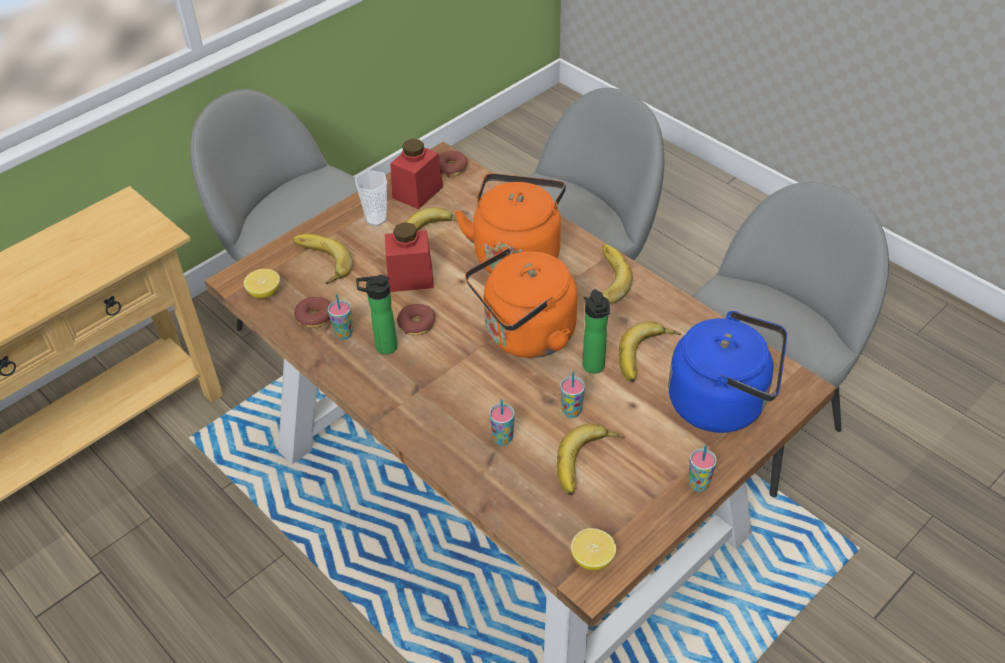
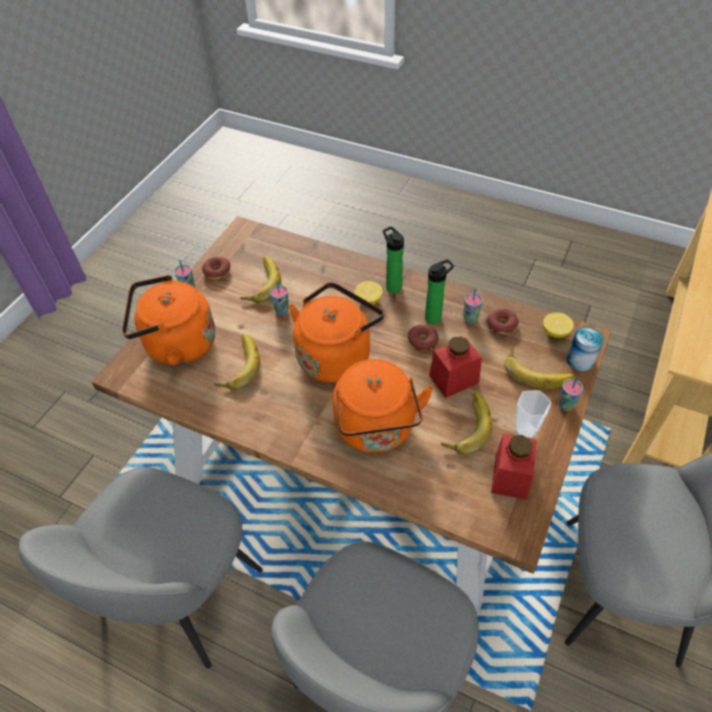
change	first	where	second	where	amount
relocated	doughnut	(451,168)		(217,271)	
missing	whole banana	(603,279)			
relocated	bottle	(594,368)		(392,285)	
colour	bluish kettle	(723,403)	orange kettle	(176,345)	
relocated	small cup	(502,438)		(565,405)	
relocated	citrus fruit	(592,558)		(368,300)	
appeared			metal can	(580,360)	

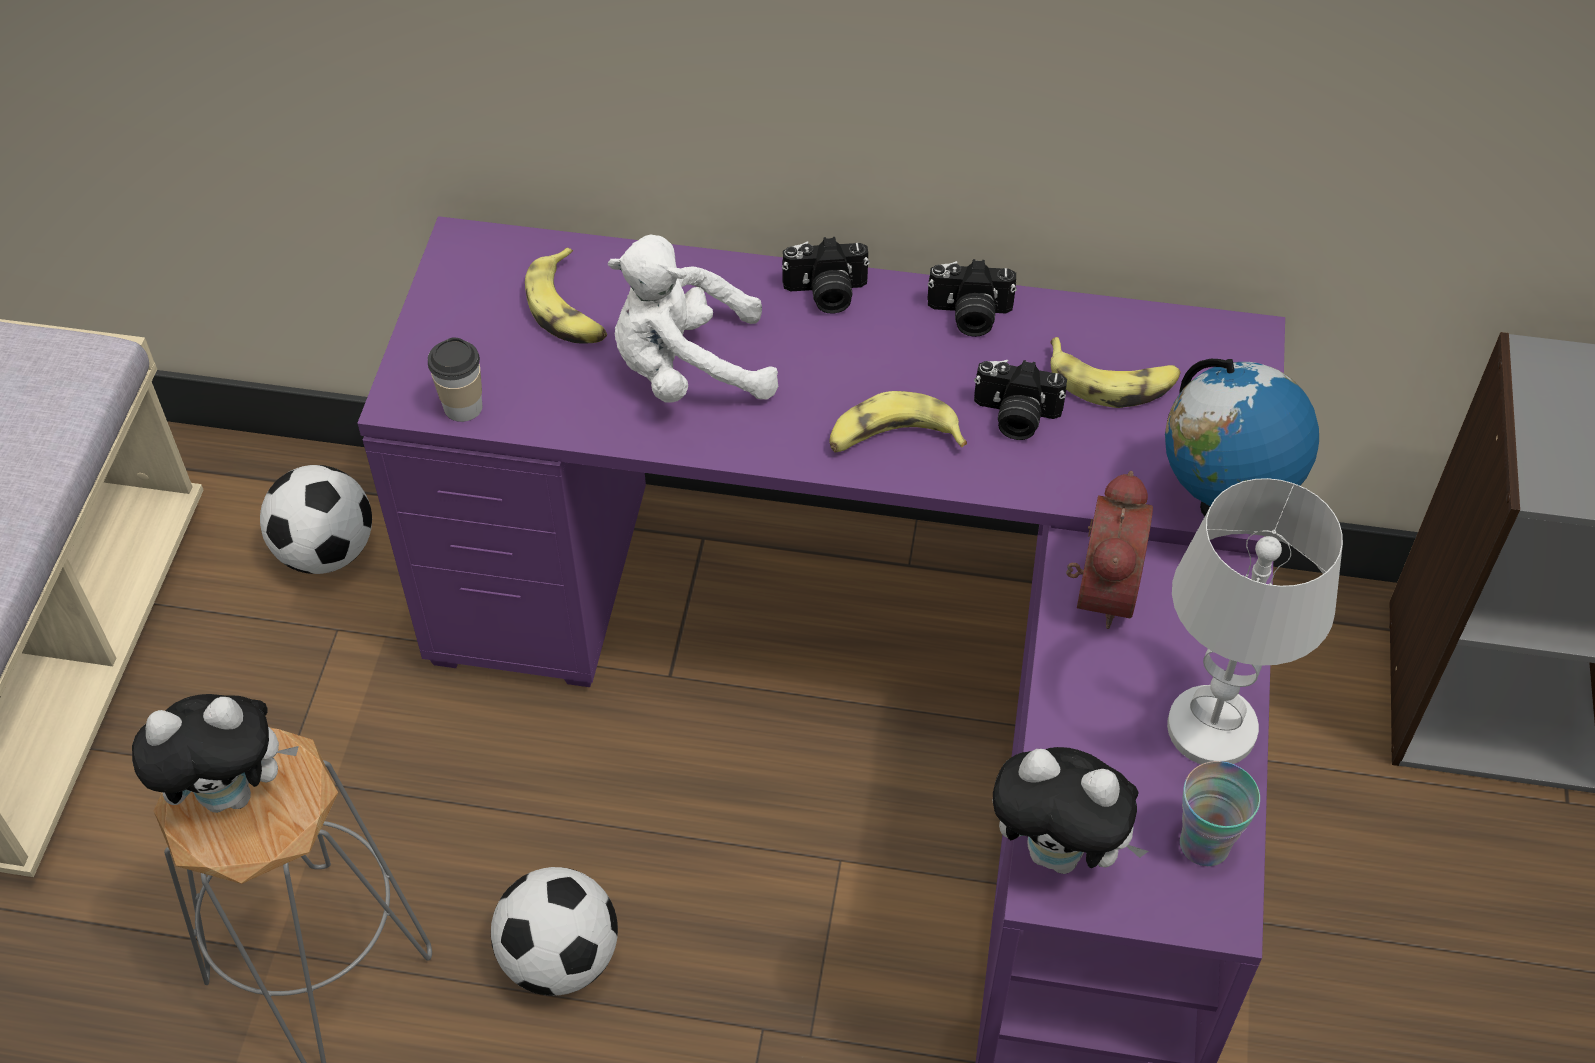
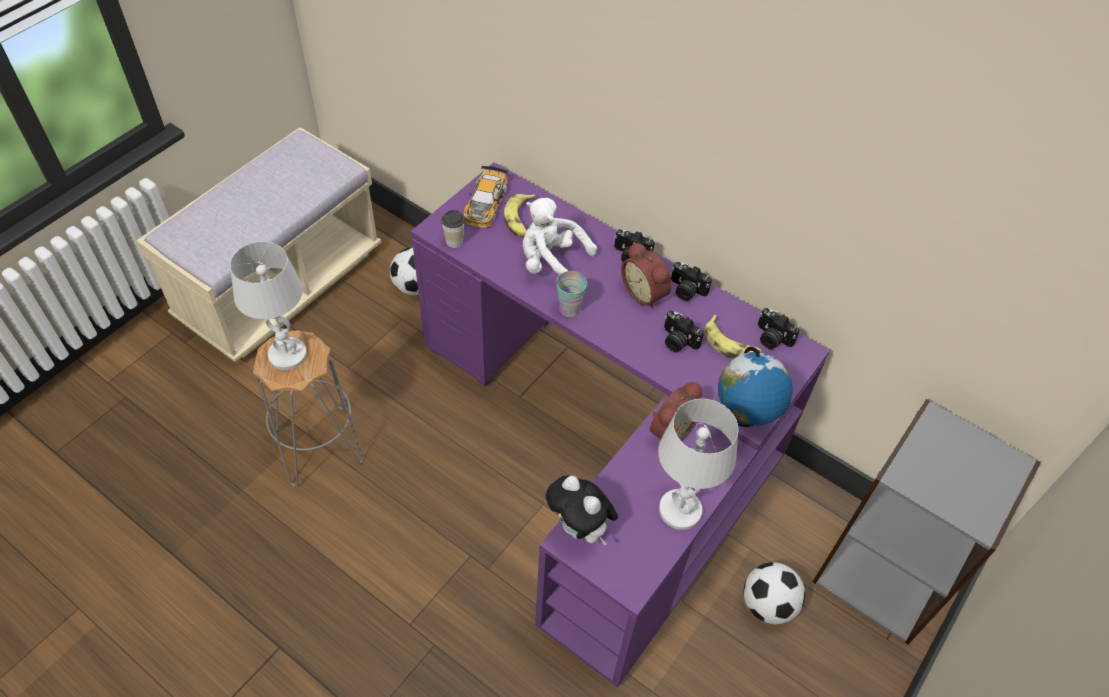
change	first	where	second	where	amount
missing	whole banana	(892,439)			
exchanged	cuddly toy	(232,792)	white-coloured table lamp	(288,354)	
relocated	small cup	(1204,844)		(569,309)	
relocated	football	(559,957)		(767,604)	
appeared			miniature car	(485,203)	
appeared			alarm clock	(645,293)	
appeared			still camera	(771,338)	

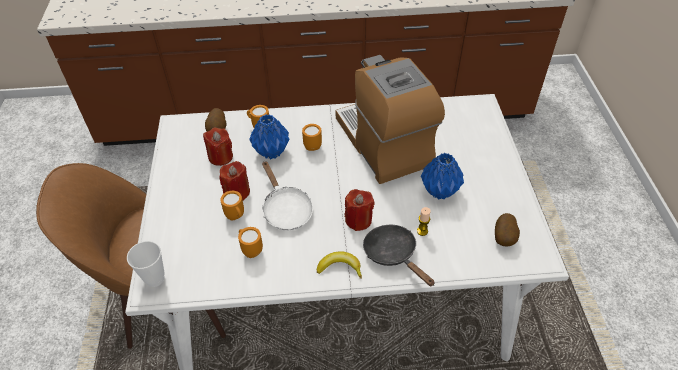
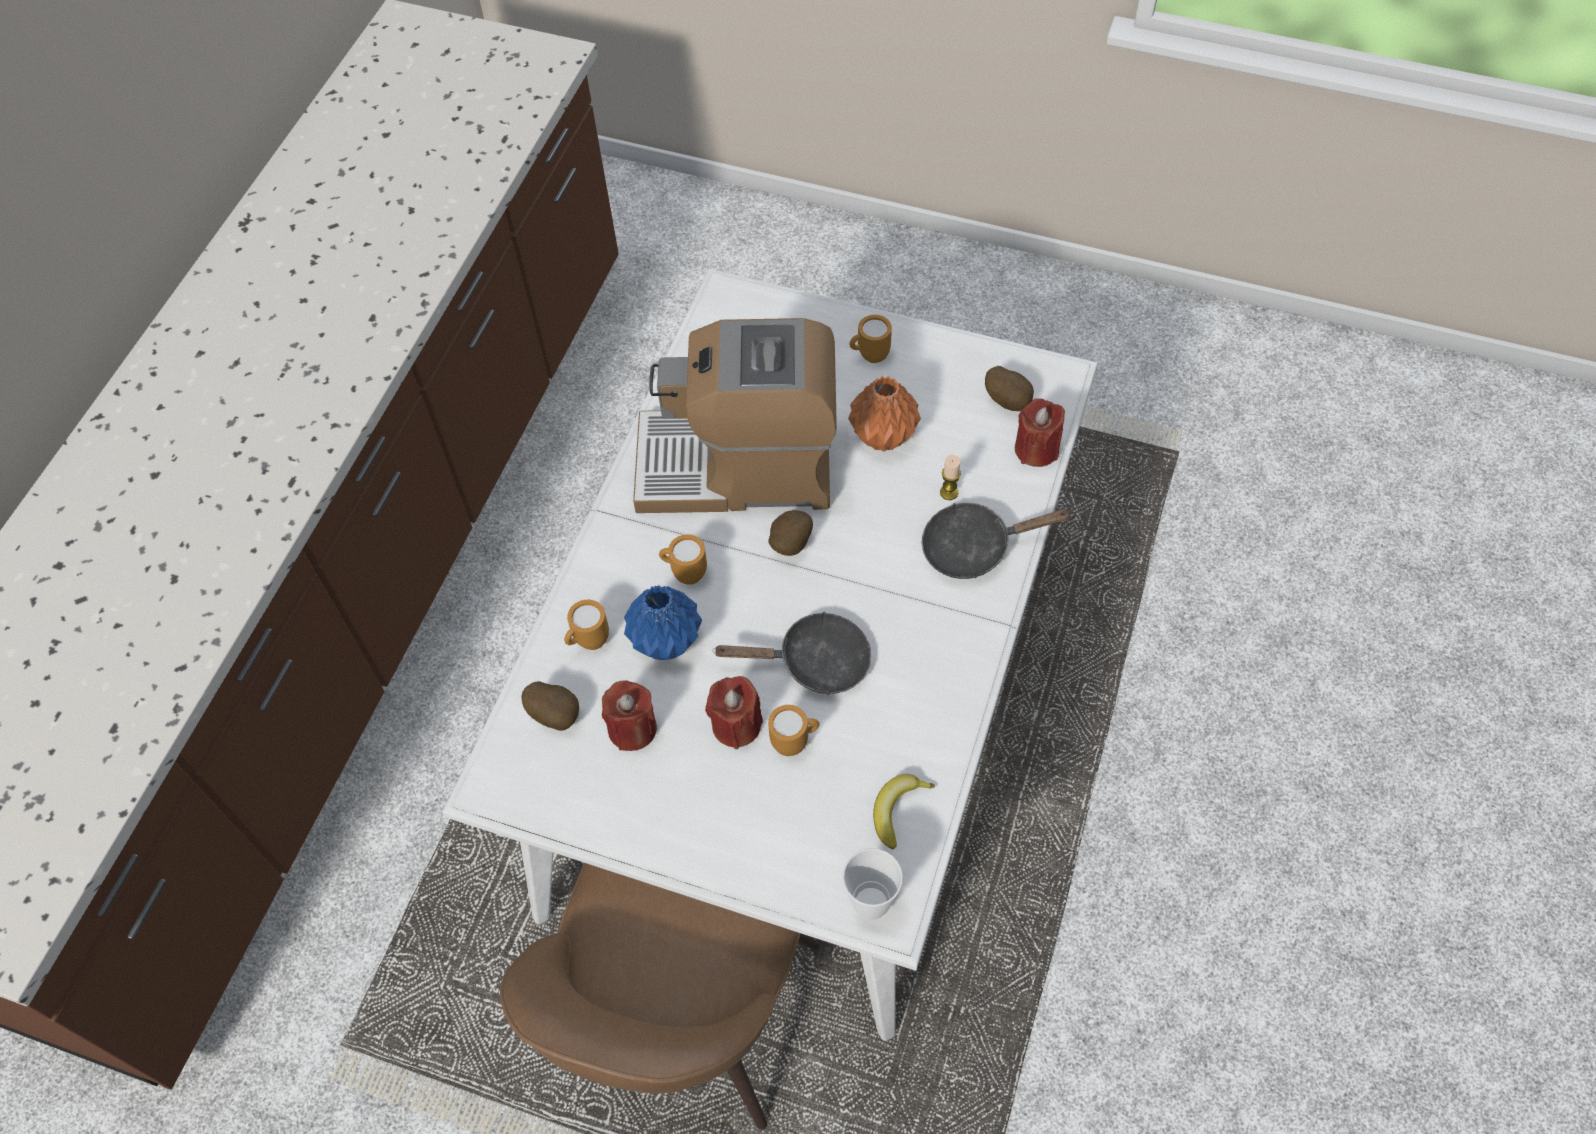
change	first	where	second	where	amount
colour	bluish decorative vase	(440,191)	orange decorative vase	(884,436)	
colour	white-coloured pan	(285,209)	black-coloured pan	(814,662)	
relocated	red-coloured wax candle	(358,220)		(1036,449)	
relocated	orange tea mug	(250,250)		(869,356)	
relocated	whole banana	(340,267)		(897,810)	
appeared			spud	(789,544)	

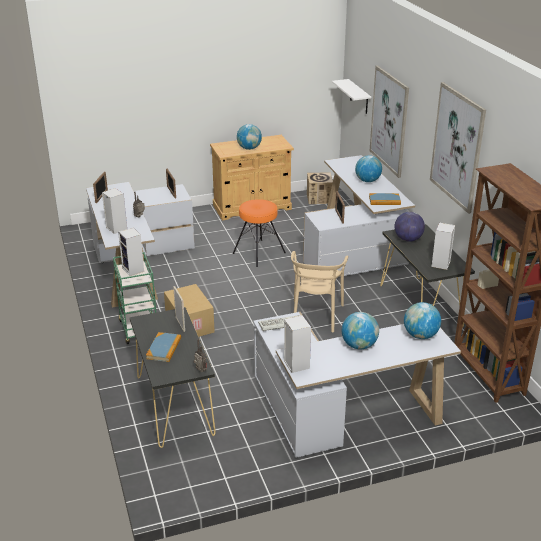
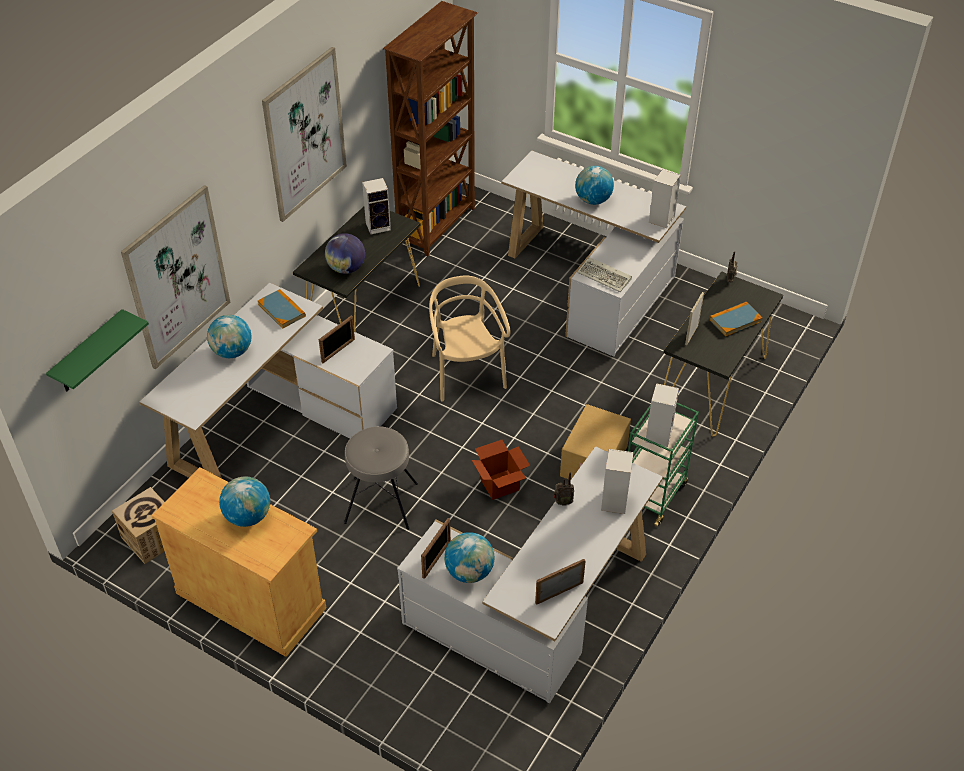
change	first	where	second	where	amount
colour	white-coloured bracket shelf	(359,97)	greenish bracket shelf	(89,353)	
colour	orange stool	(258,253)	gray stool	(381,503)	
spun	beige upright chair	(316,315)		(466,373)	75 degrees counterclockwise
relocated	world globe	(420,335)		(469,572)	
appeared			cardboard box	(500,485)	

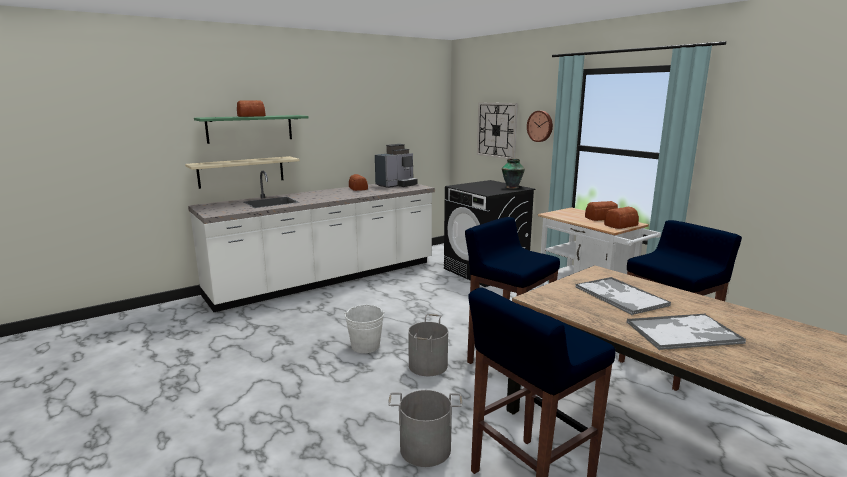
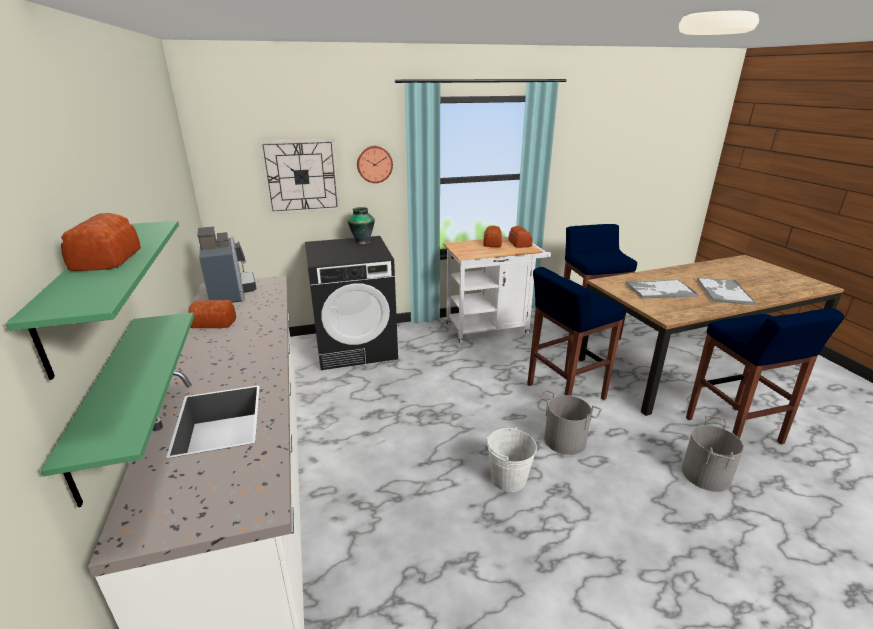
change	first	where	second	where	amount
colour	beige bracket shelf	(241,172)	greenish bracket shelf	(107,402)	

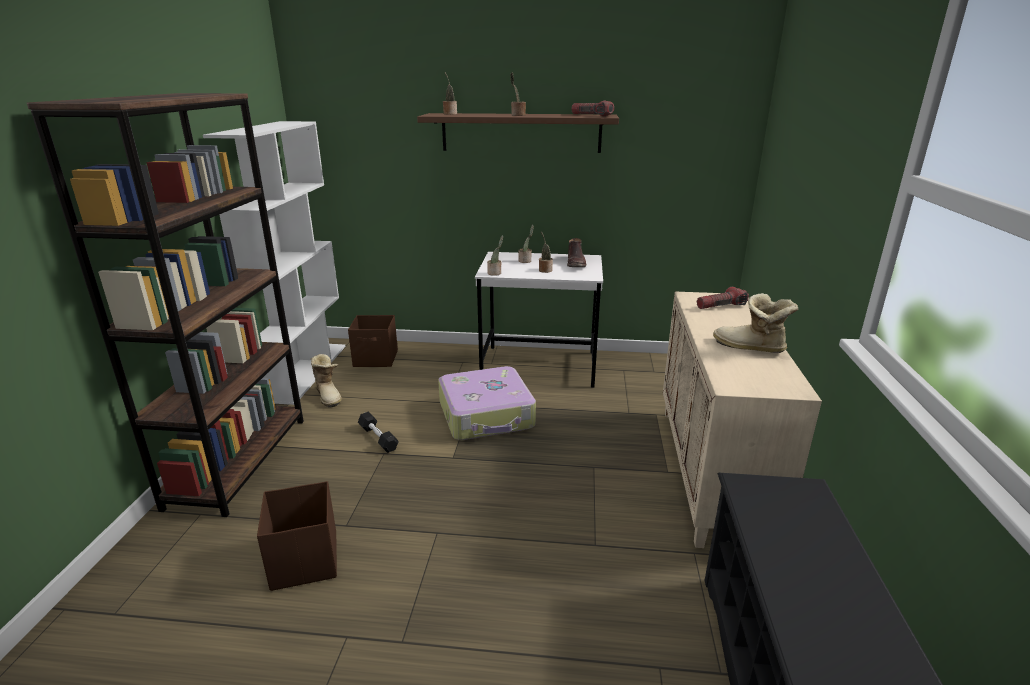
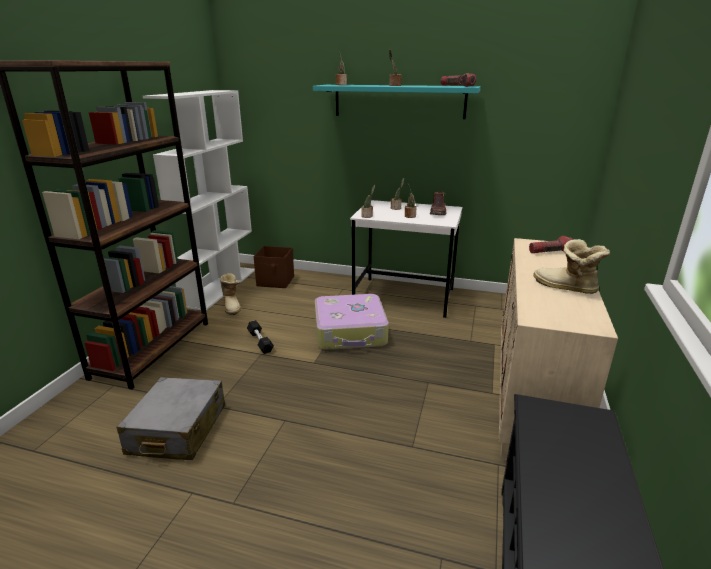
change	first	where	second	where	amount
colour	brownish bracket shelf	(521,133)	blue-green bracket shelf	(399,101)	
exchanged	brownish storage container	(304,561)	gray suitcase	(177,430)	

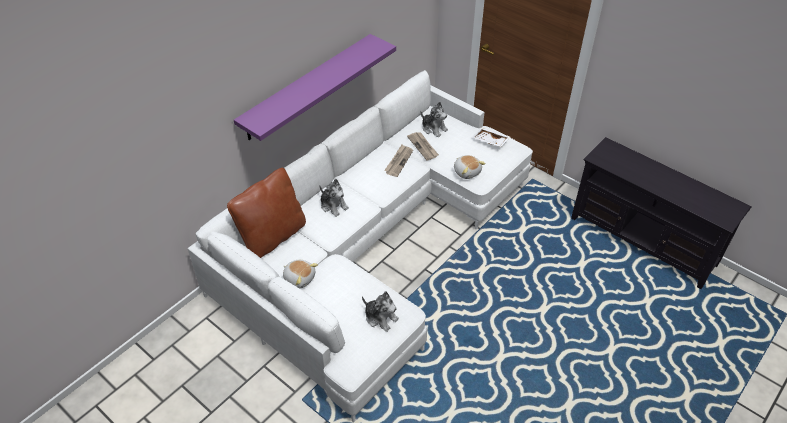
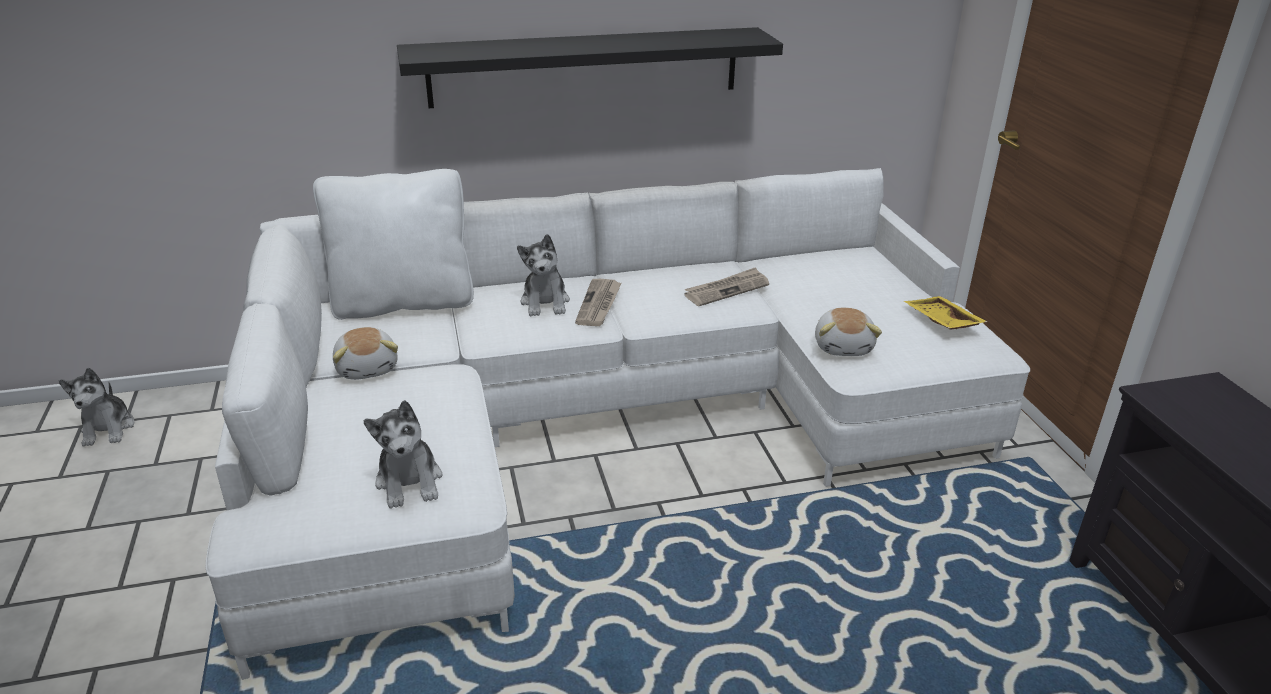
change	first	where	second	where	amount
colour	purple bracket shelf	(307,86)	black-coloured bracket shelf	(585,67)	
relocated	cuddly toy	(434,128)		(108,429)	
colour	white-coloured carrying tray	(490,141)	yellowish carrying tray	(940,322)	
relocated	printed paper	(423,147)		(599,305)	
colour	brownish throw pillow	(272,237)	white-coloured throw pillow	(403,303)	

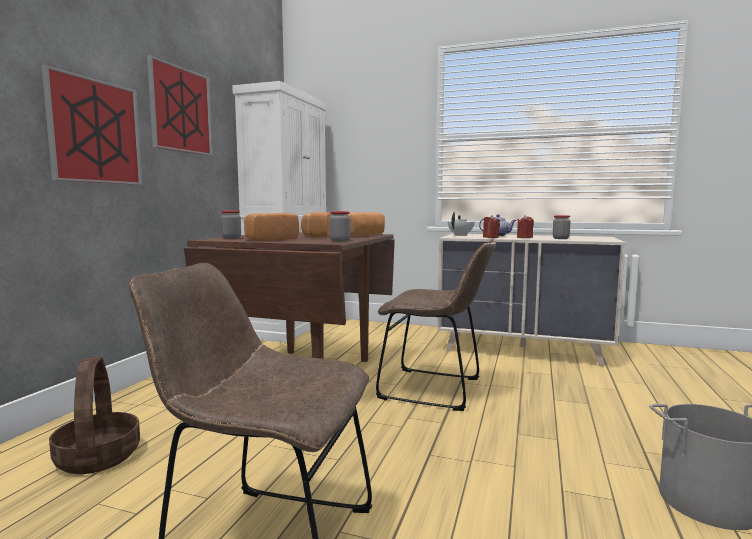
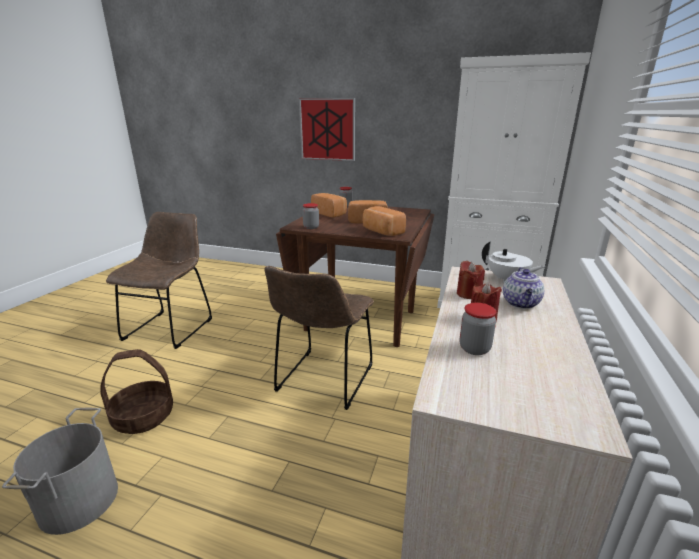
change	first	where	second	where	amount
missing	wall picture	(181,110)			
relocated	storage basket	(98,457)		(143,417)	

